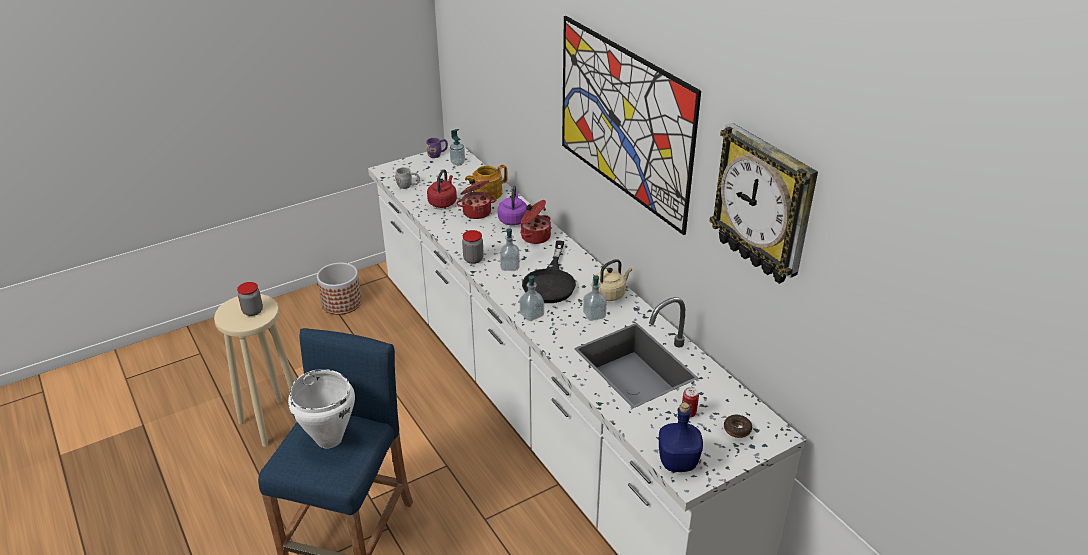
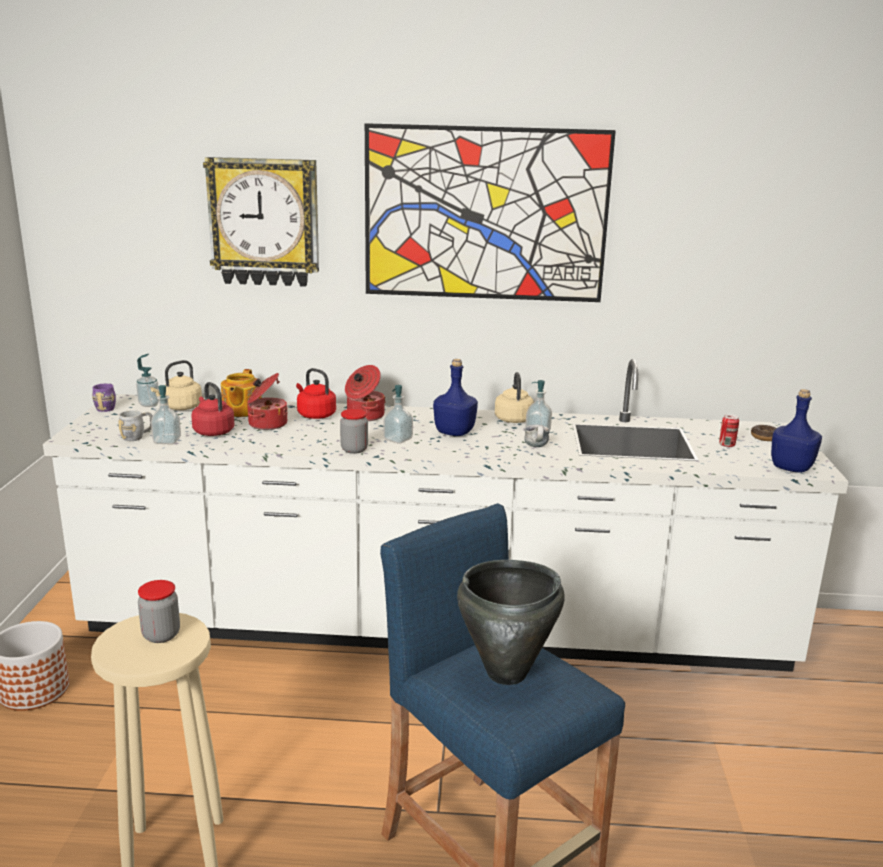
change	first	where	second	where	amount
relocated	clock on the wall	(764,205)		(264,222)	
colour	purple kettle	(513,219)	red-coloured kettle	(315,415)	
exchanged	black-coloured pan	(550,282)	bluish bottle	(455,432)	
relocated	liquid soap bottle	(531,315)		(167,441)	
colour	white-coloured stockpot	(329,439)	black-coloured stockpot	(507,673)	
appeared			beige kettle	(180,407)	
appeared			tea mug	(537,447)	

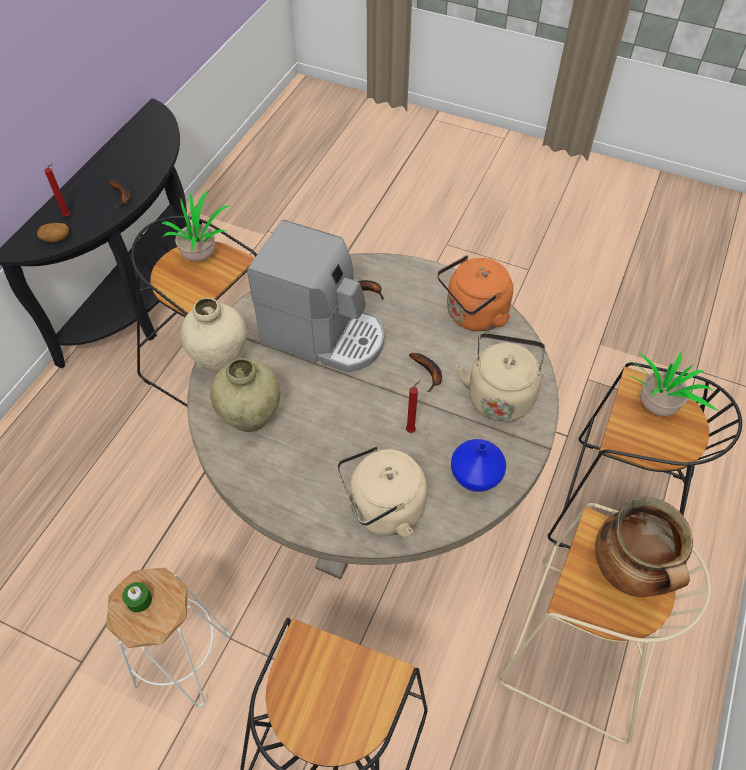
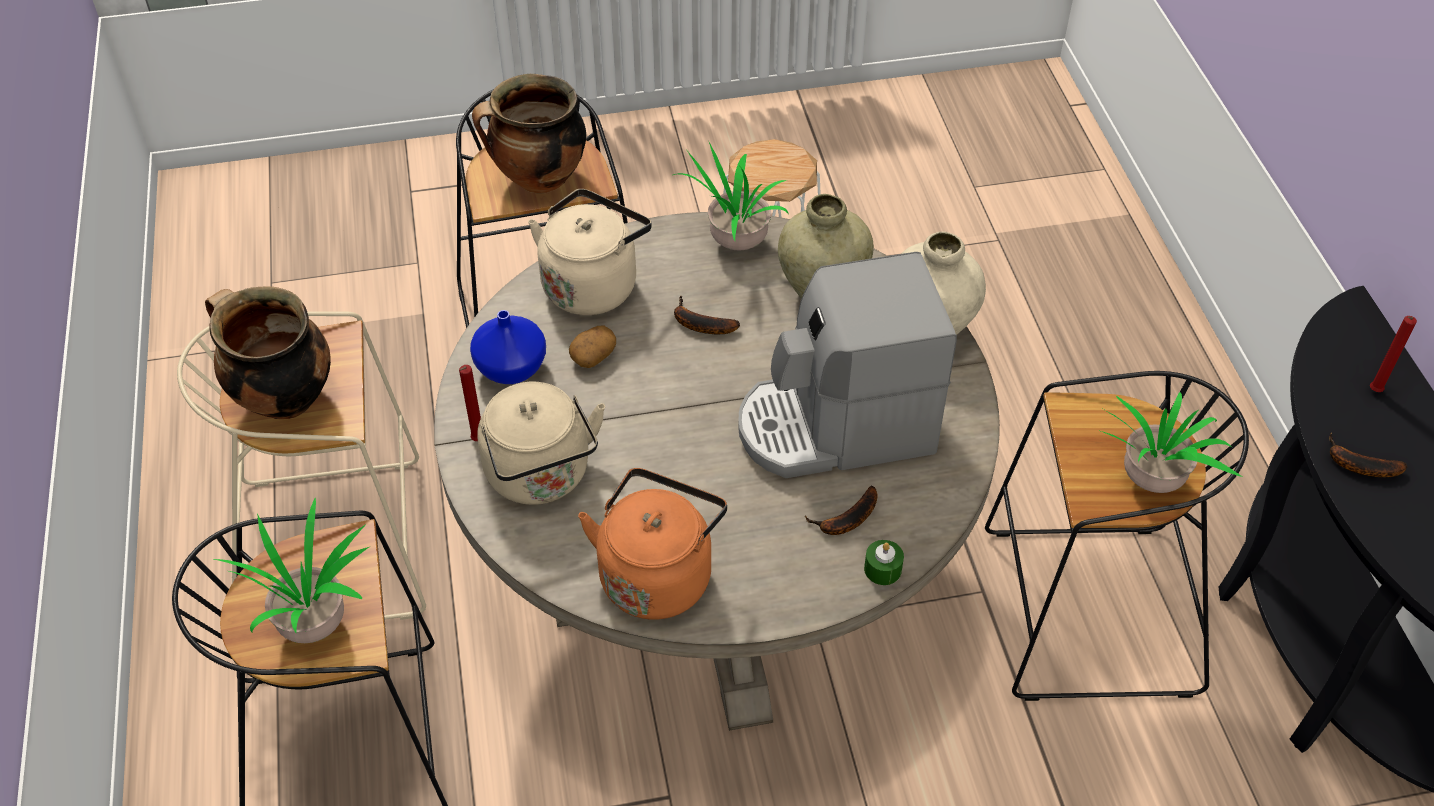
change	first	where	second	where	amount
relocated	spud	(55,238)		(593,355)	
relocated	whole banana	(429,373)		(699,324)	
relocated	red-coloured wax candle	(411,430)		(477,441)	
relocated	greenish wax candle	(139,600)		(882,569)	
appeared			stockpot	(538,180)	
appeared			houseplant	(734,244)	

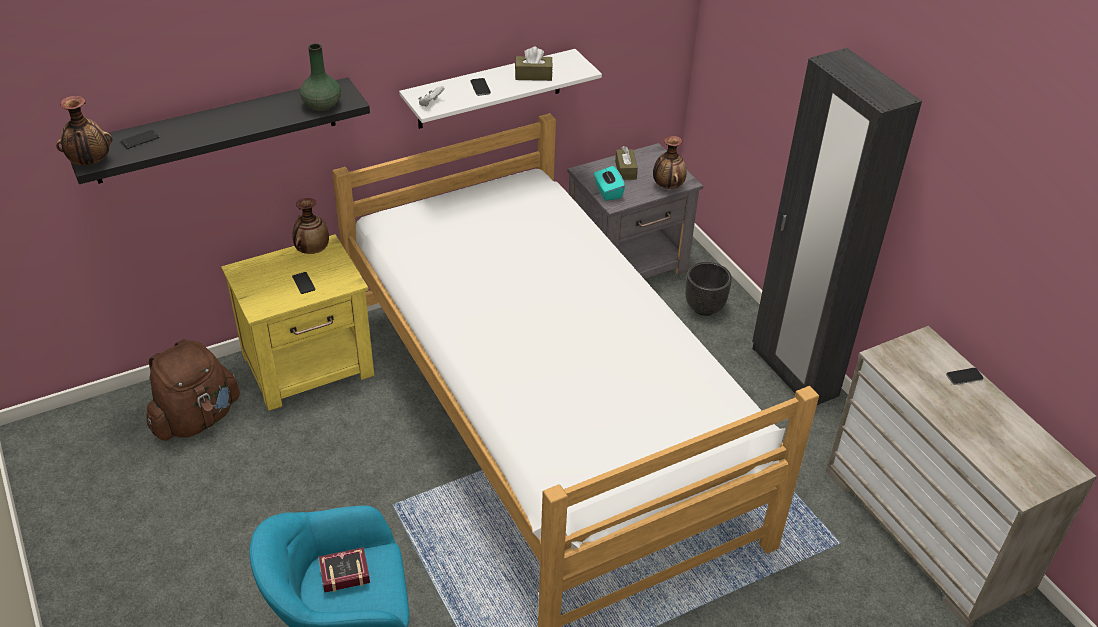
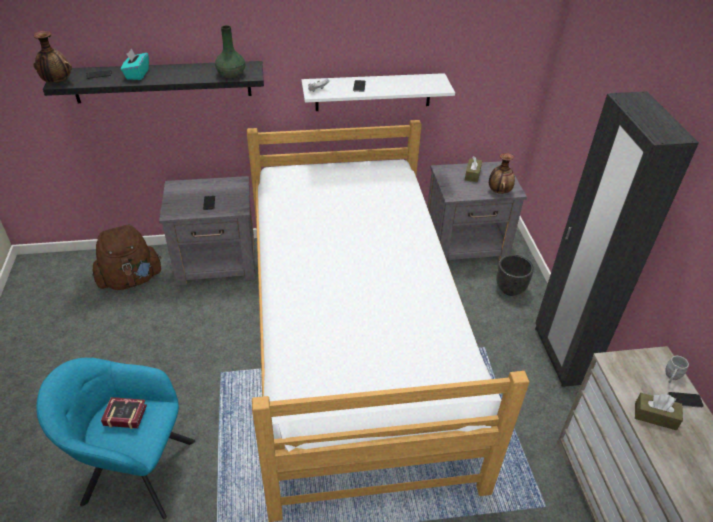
change	first	where	second	where	amount
relocated	brownish box of tissues	(533,75)		(655,416)	
relocated	blue-green box of tissues	(608,192)		(137,74)	
missing	decorative vase	(312,250)			
colour	yellowish night table	(310,366)	gray night table	(218,263)	
appeared			gray tea mug	(671,377)	

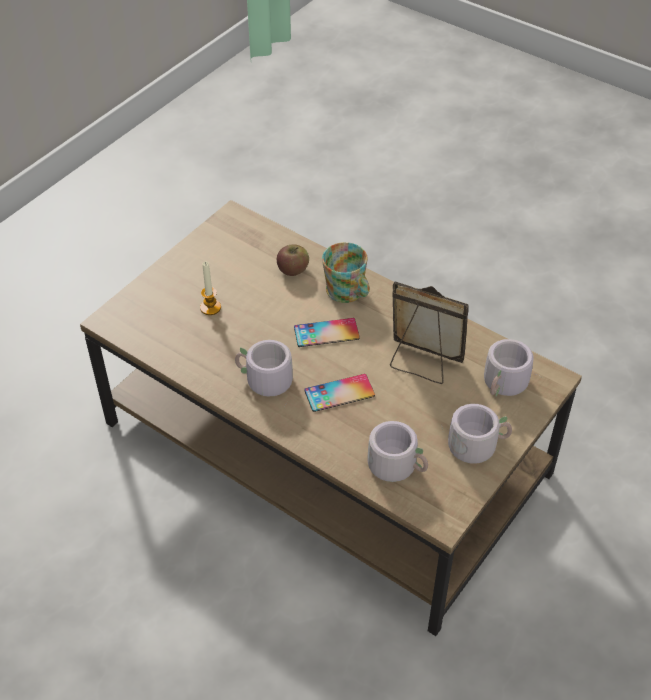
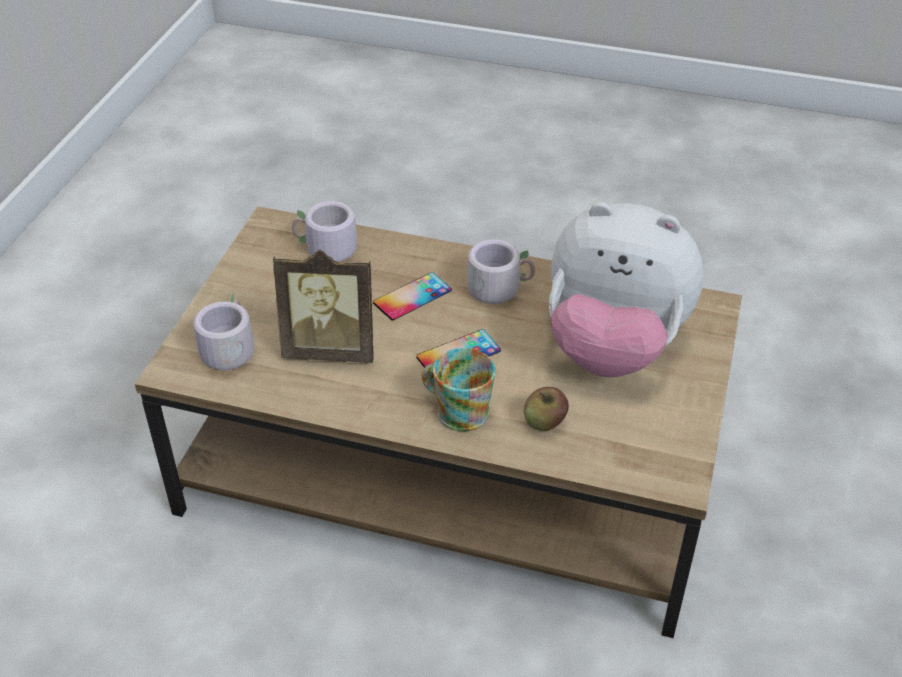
change	first	where	second	where	amount
exchanged	wax candle	(210,307)	cuddly toy	(613,347)	
missing	gray tea mug	(477,444)			

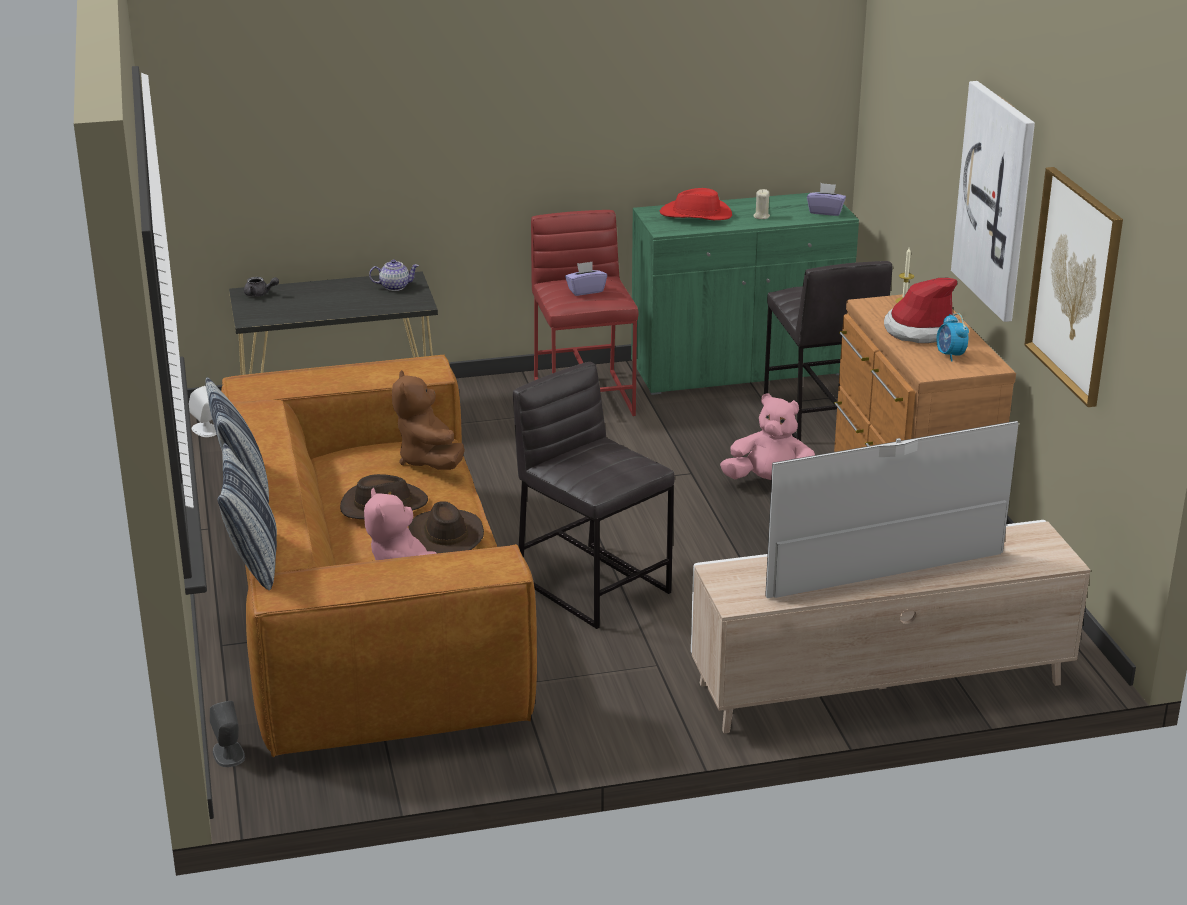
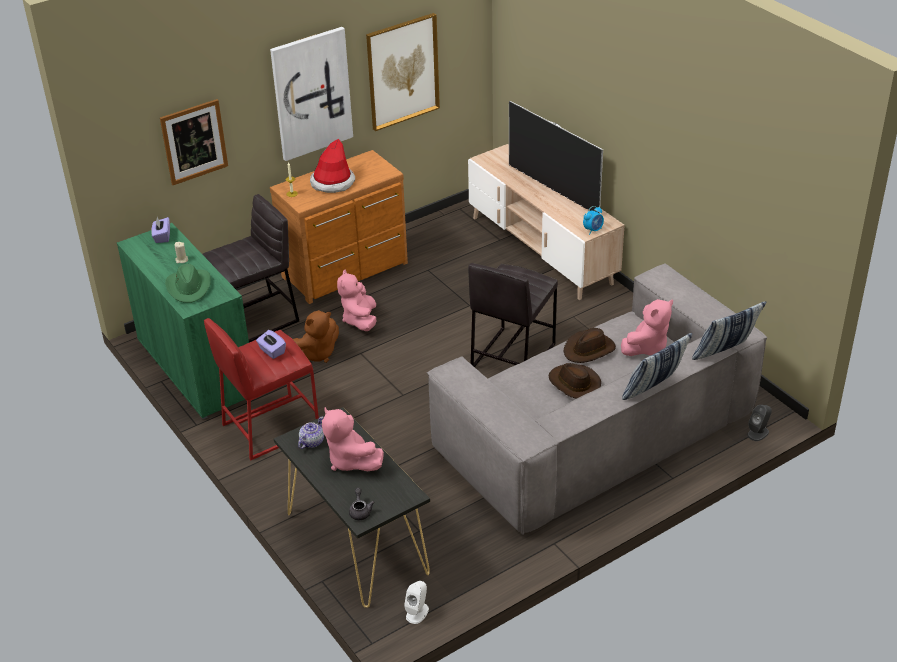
change	first	where	second	where	amount
colour	red-coloured clothing hat	(696,215)	greenish clothing hat	(189,287)	
spun	pot for tea	(394,286)		(311,442)	60 degrees clockwise
relocated	alarm clock	(950,355)		(593,230)	
colour	brownish sofa	(371,609)	gray sofa	(594,432)	
relocated	brownish cuddly toy	(429,460)		(316,354)	
appeared			wall picture	(194,141)	
appeared			pink cuddly toy	(351,460)	

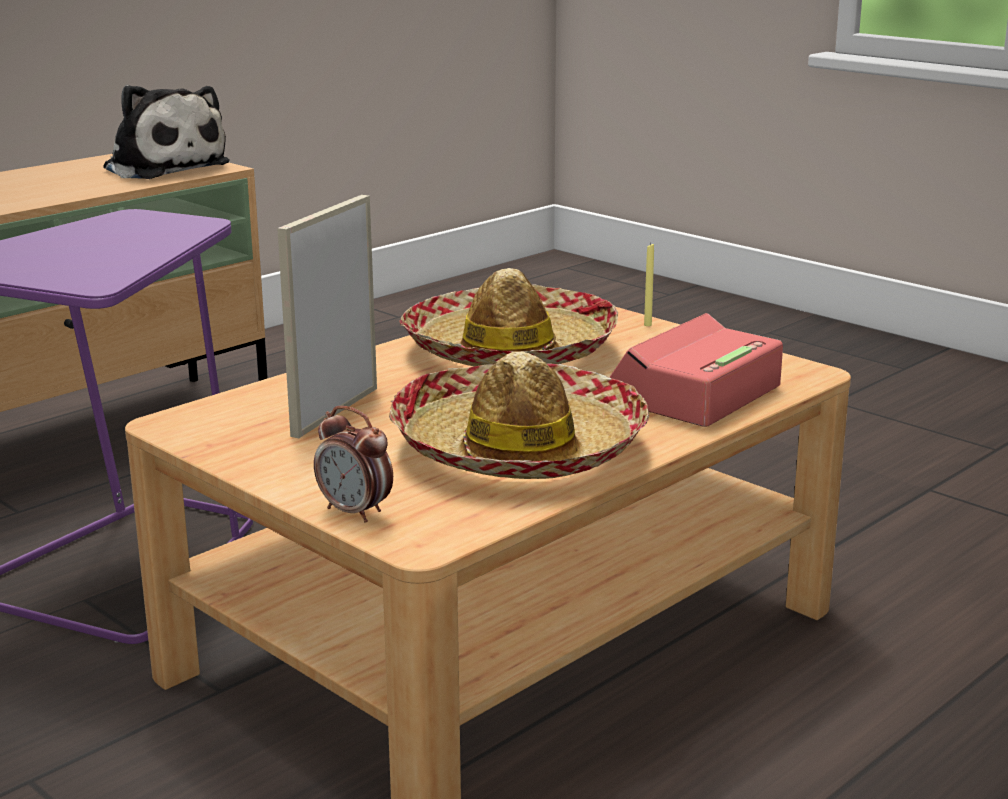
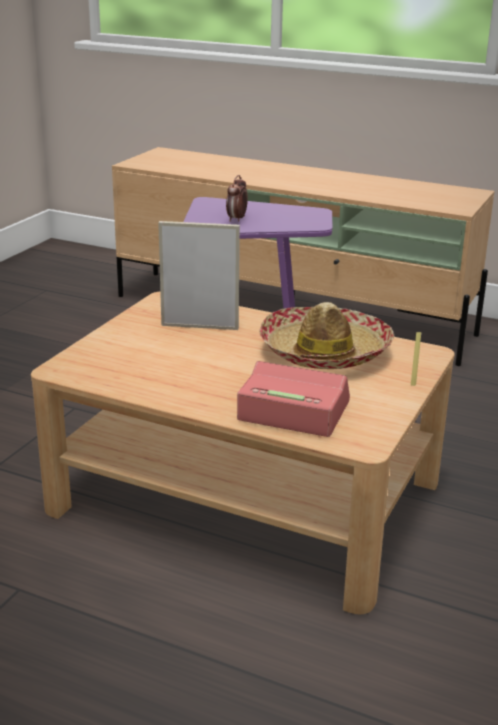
change	first	where	second	where	amount
missing	cuddly toy	(163,167)			
missing	clothing hat	(519,448)			
relocated	alarm clock	(355,512)		(237,219)	

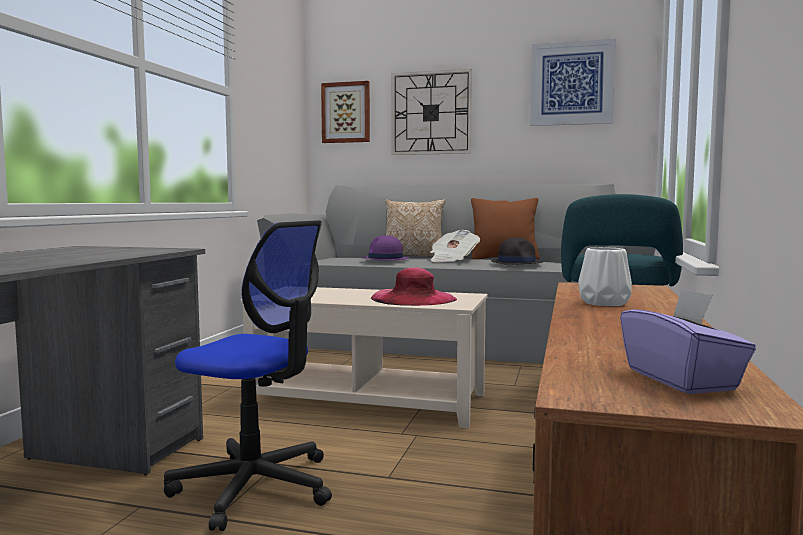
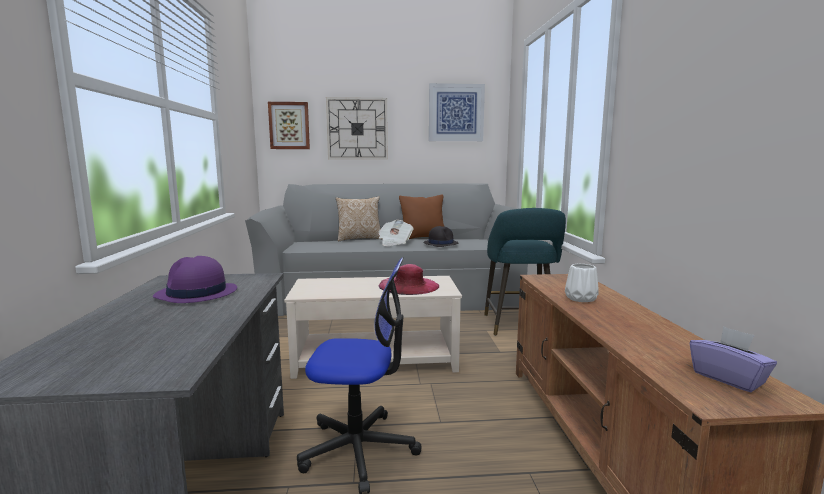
change	first	where	second	where	amount
relocated	purple clothing hat	(385,259)		(196,294)	

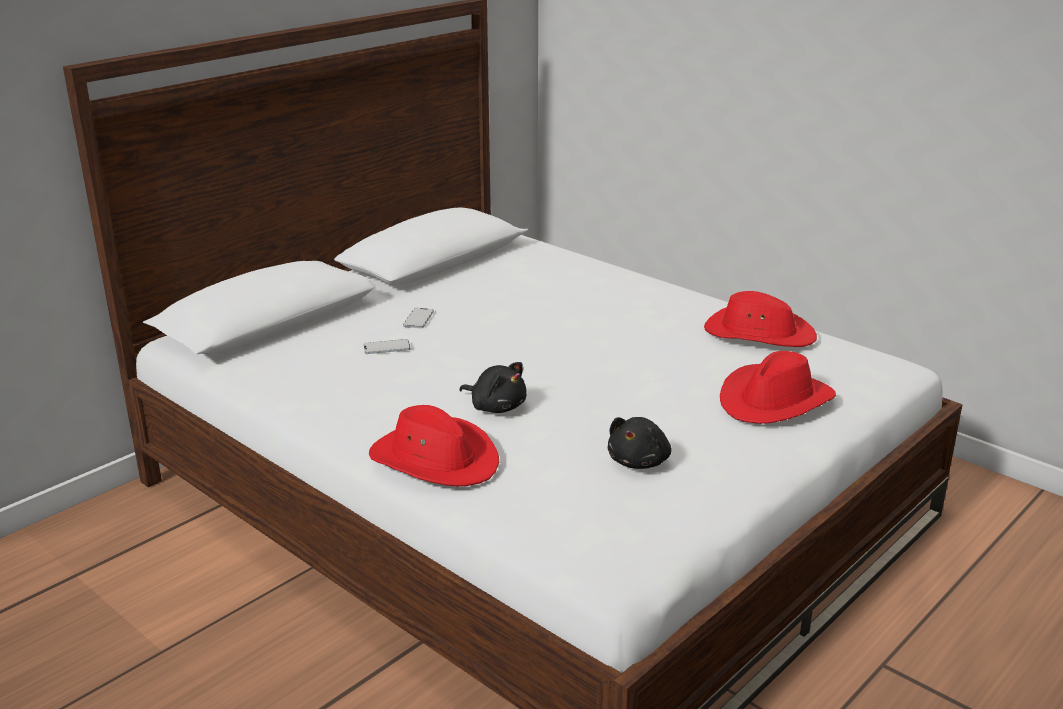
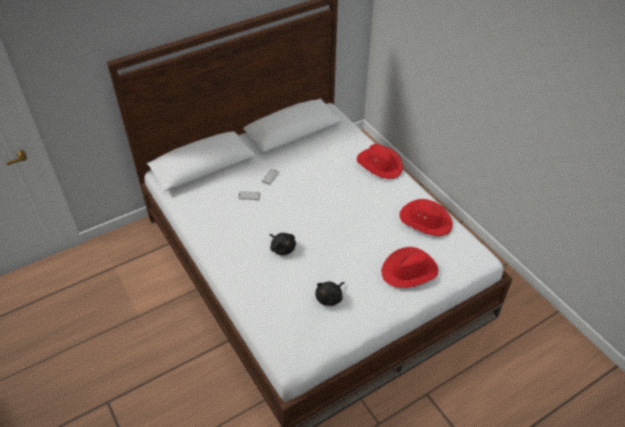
change	first	where	second	where	amount
relocated	red-coloured clothing hat	(435,459)		(379,164)	

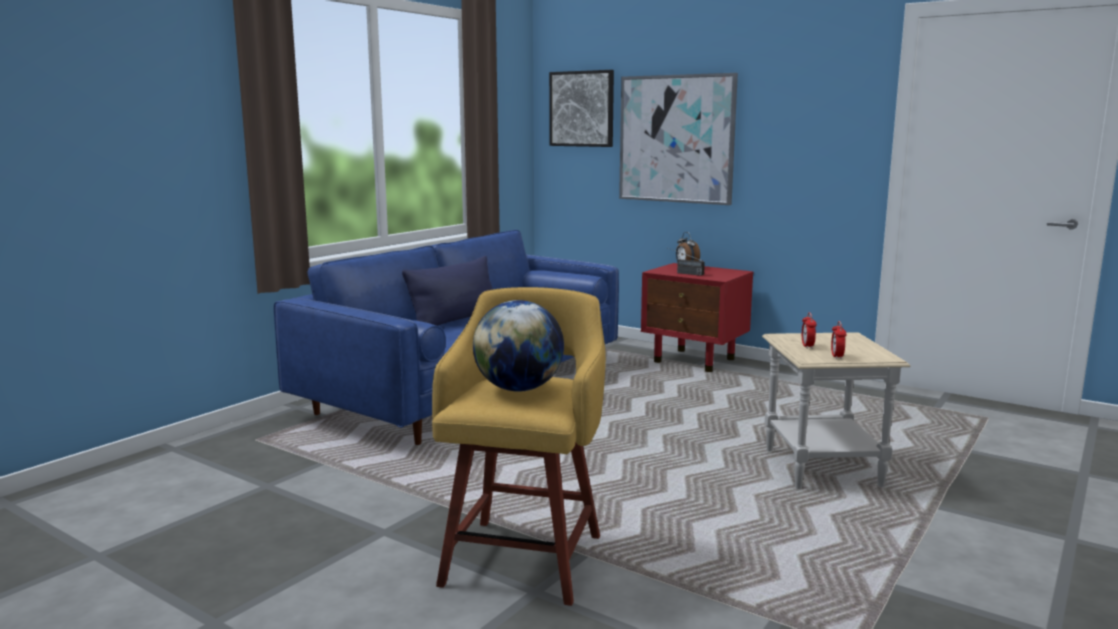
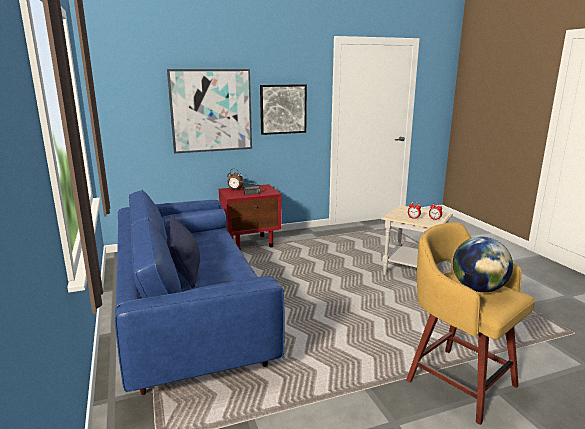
change	first	where	second	where	amount
relocated	wall picture	(582,109)		(283,109)	

